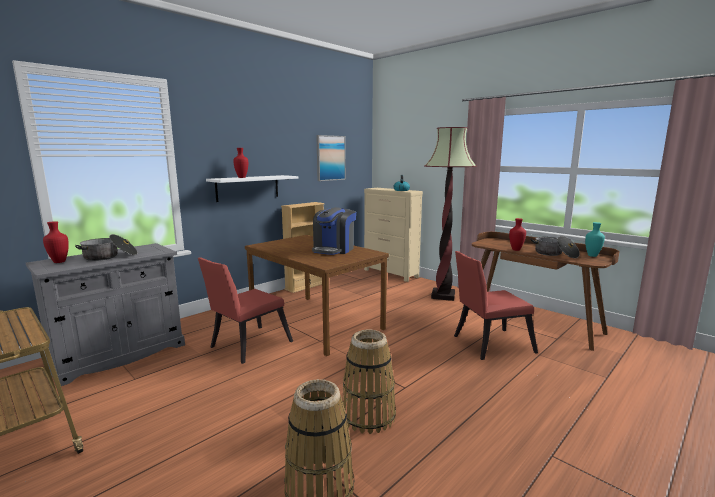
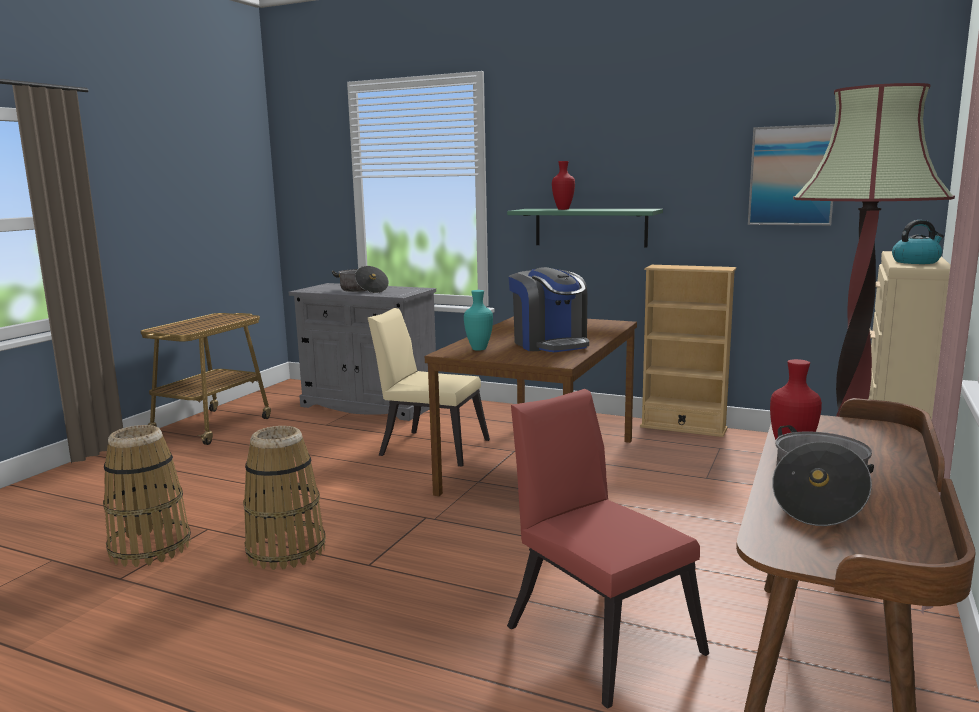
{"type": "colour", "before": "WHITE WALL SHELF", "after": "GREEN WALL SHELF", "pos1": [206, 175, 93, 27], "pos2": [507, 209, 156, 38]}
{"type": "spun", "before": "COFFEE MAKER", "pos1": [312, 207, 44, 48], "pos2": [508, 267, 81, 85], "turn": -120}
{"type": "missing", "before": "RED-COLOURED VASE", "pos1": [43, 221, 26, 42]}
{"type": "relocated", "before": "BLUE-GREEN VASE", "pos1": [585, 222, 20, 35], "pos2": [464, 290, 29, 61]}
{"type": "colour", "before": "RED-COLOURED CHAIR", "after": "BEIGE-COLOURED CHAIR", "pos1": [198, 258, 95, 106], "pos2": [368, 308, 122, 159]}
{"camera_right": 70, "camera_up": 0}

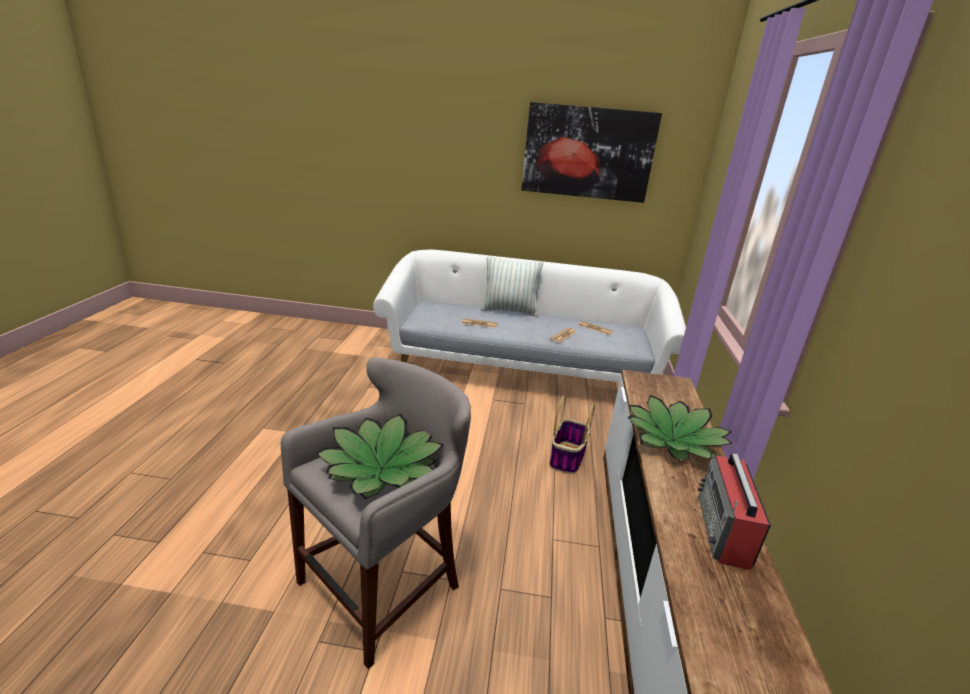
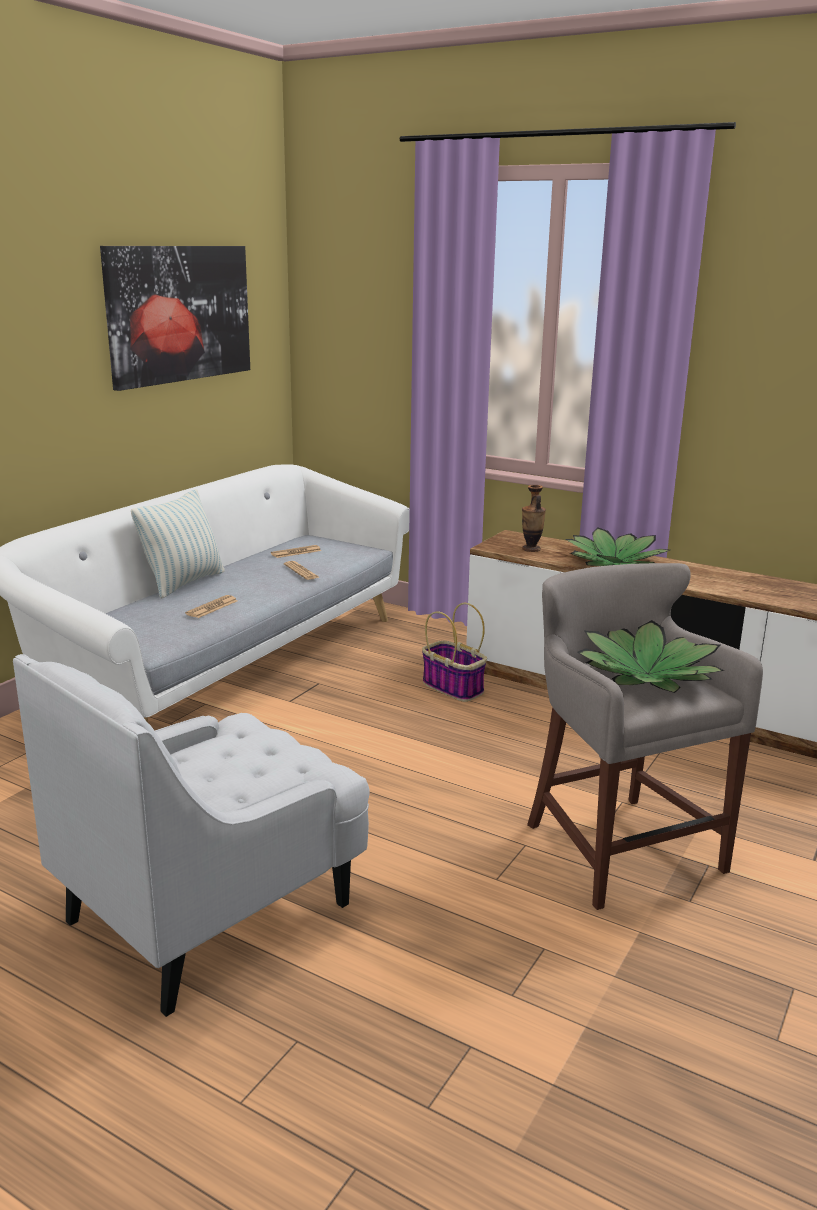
{"type": "missing", "before": "RADIO", "pos1": [698, 453, 73, 117]}
{"type": "appeared", "after": "VASE", "pos2": [522, 485, 24, 67]}
{"type": "appeared", "after": "WHITE LOUNGE CHAIR", "pos2": [13, 654, 357, 363]}
{"camera_right": -65, "camera_up": -5}

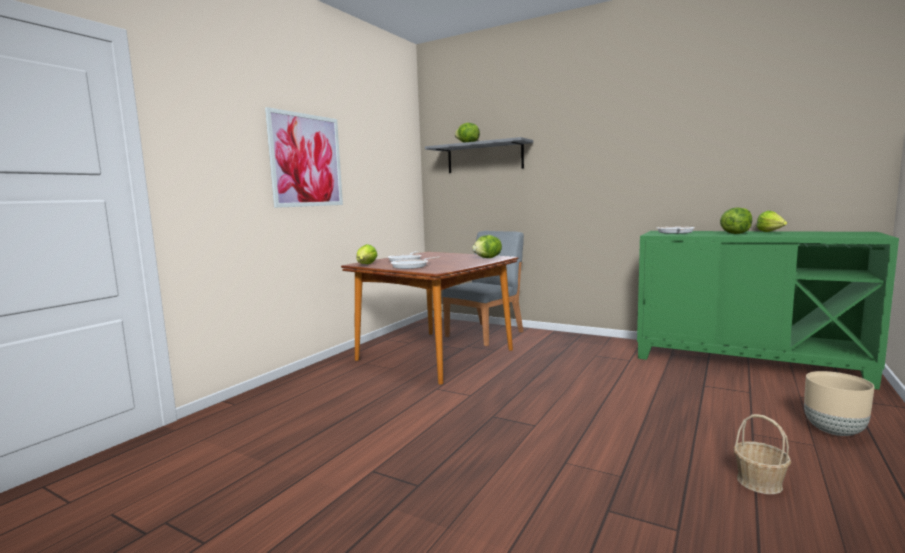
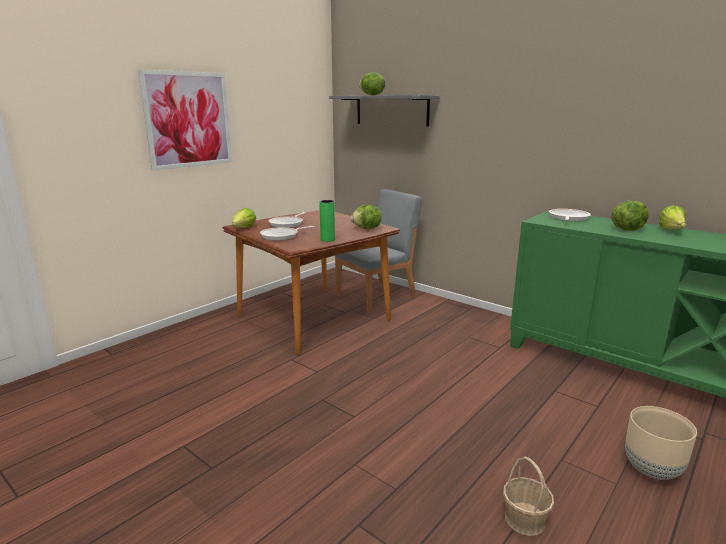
{"type": "appeared", "after": "GREEN VASE", "pos2": [319, 200, 16, 42]}
{"camera_right": 10, "camera_up": 10}

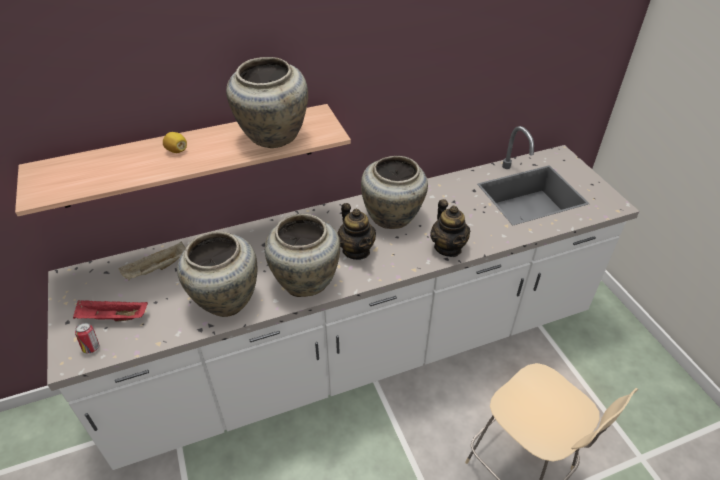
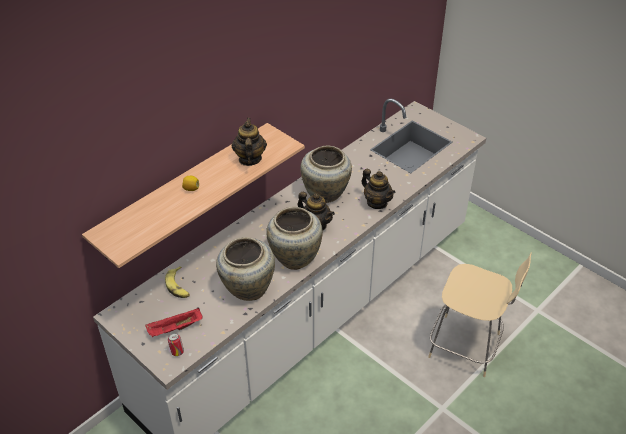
{"type": "exchanged", "before": "BEIGE-COLOURED VASE", "after": "TEA POT", "pos1": [226, 57, 82, 91], "pos2": [232, 118, 35, 48]}
{"type": "exchanged", "before": "BEIGE-COLOURED TRAY", "after": "BANANA FRUIT", "pos1": [118, 242, 68, 38], "pos2": [165, 266, 25, 32]}
{"camera_right": -25, "camera_up": 0}

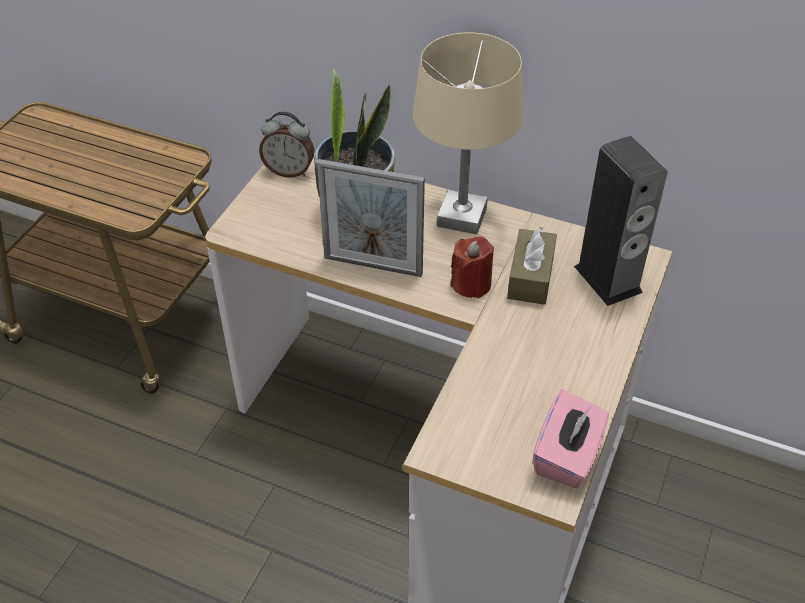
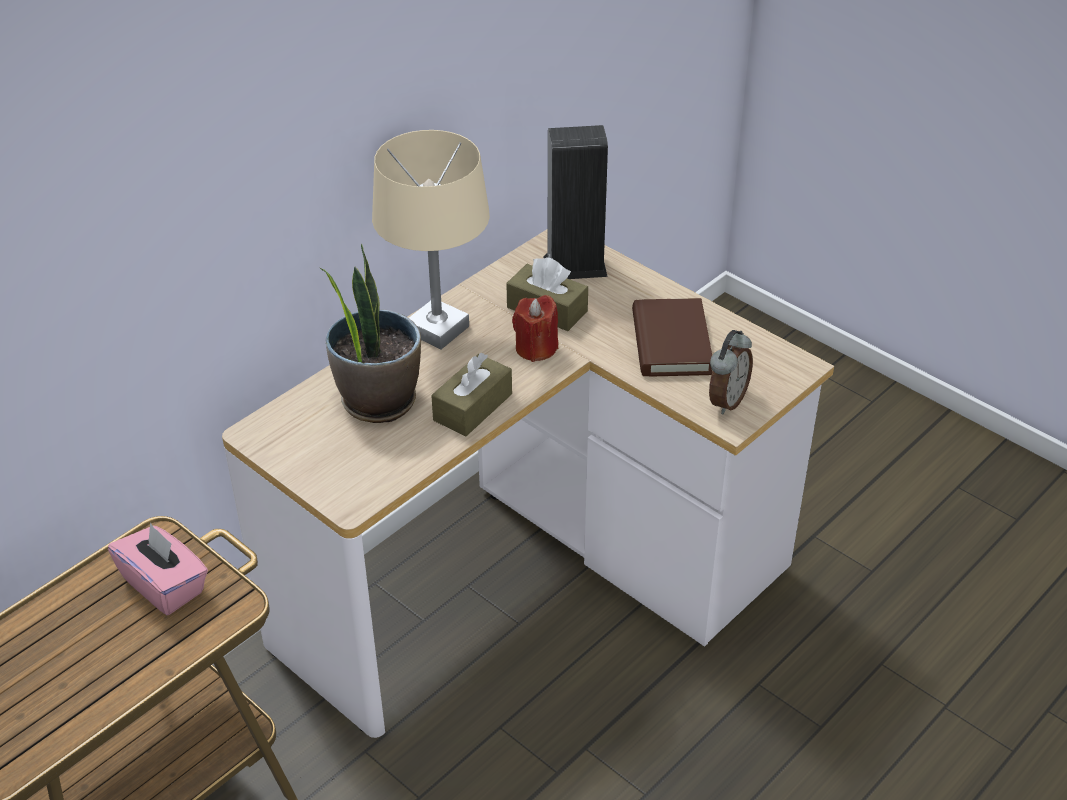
{"type": "relocated", "before": "BEDSIDE CLOCK", "pos1": [259, 112, 56, 65], "pos2": [709, 330, 44, 84]}
{"type": "exchanged", "before": "PHOTO FRAME", "after": "BROWN TISSUE HOLDER", "pos1": [317, 159, 108, 118], "pos2": [431, 353, 81, 83]}
{"type": "relocated", "before": "PINK TISSUE HOLDER", "pos1": [533, 389, 76, 99], "pos2": [108, 522, 100, 93]}
{"type": "appeared", "after": "BROWN BOOK", "pos2": [632, 298, 80, 78]}
{"camera_right": -70, "camera_up": -5}

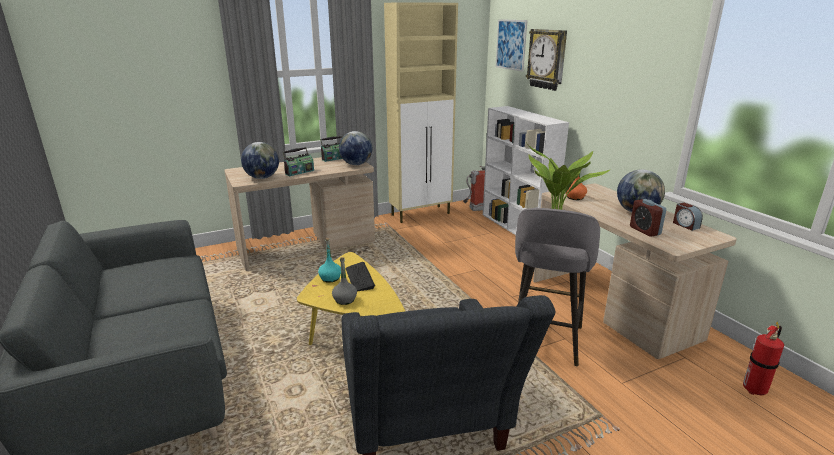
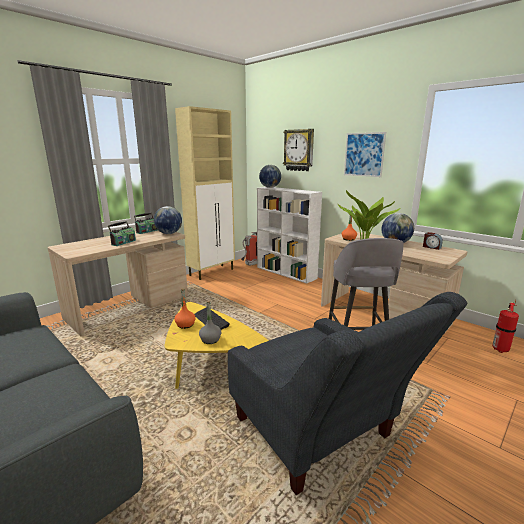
{"type": "relocated", "before": "WALL PICTURE", "pos1": [496, 19, 32, 53], "pos2": [344, 132, 42, 45]}
{"type": "relocated", "before": "DESK GLOBE", "pos1": [241, 142, 38, 37], "pos2": [259, 165, 22, 23]}
{"type": "missing", "before": "BEDSIDE CLOCK", "pos1": [630, 199, 36, 38]}
{"type": "colour", "before": "BLUE-GREEN DRINK BOTTLE", "after": "ORANGEY DRINK BOTTLE", "pos1": [318, 238, 23, 45], "pos2": [174, 288, 22, 41]}
{"camera_right": -20, "camera_up": -5}

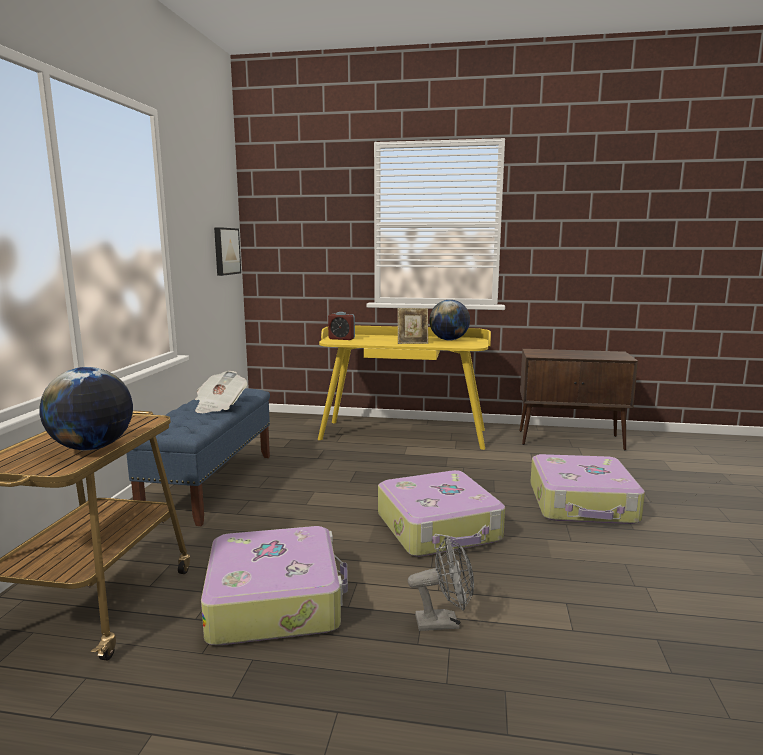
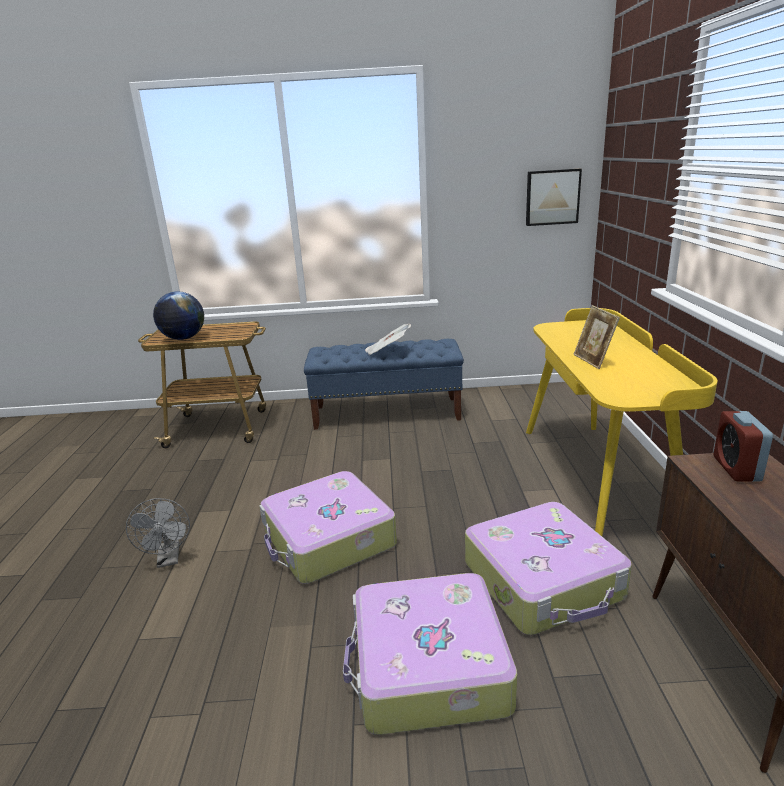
{"type": "missing", "before": "DESK GLOBE", "pos1": [429, 300, 41, 41]}
{"type": "relocated", "before": "BEDSIDE CLOCK", "pos1": [328, 312, 27, 28], "pos2": [714, 411, 59, 71]}
{"type": "relocated", "before": "TRAVEL CASE", "pos1": [201, 526, 147, 119], "pos2": [465, 502, 167, 133]}
{"camera_right": 80, "camera_up": 10}

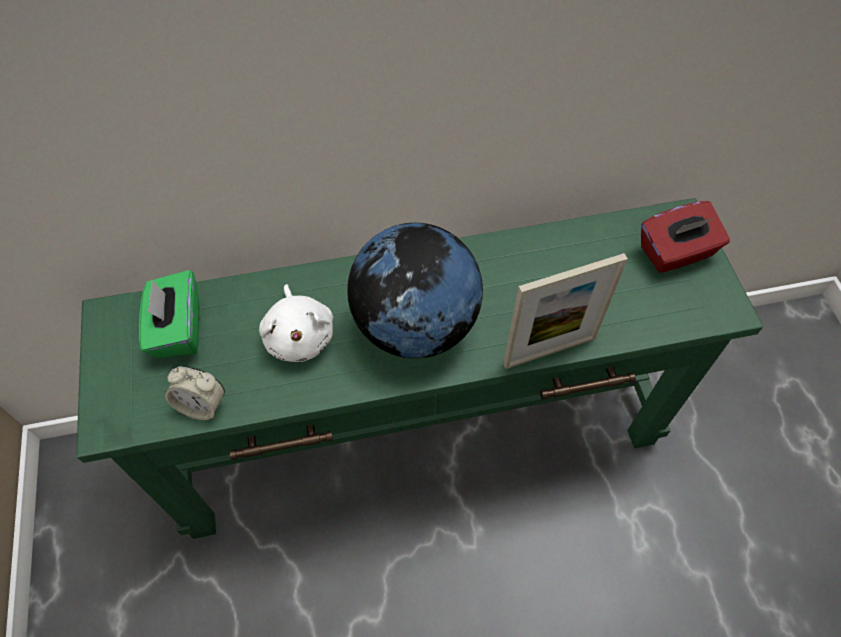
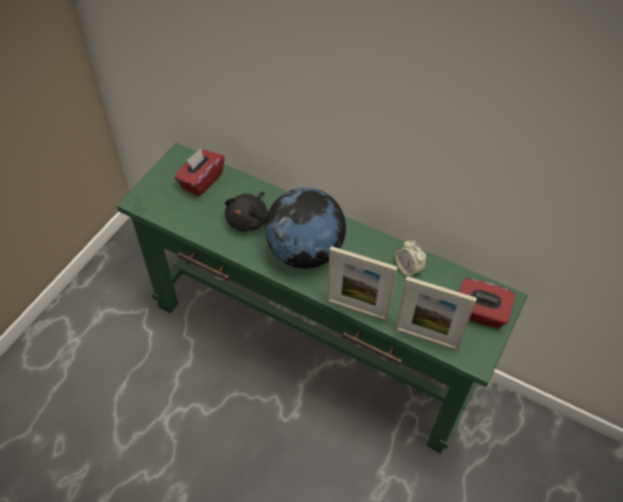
{"type": "colour", "before": "GREEN TISSUE HOLDER", "after": "RED-COLOURED TISSUE HOLDER", "pos1": [139, 270, 60, 88], "pos2": [174, 148, 51, 48]}
{"type": "colour", "before": "WHITE SOFT TOY", "after": "BLACK-COLOURED SOFT TOY", "pos1": [259, 284, 74, 78], "pos2": [225, 192, 43, 40]}
{"type": "relocated", "before": "BEDSIDE CLOCK", "pos1": [165, 366, 60, 54], "pos2": [395, 240, 32, 37]}
{"type": "appeared", "after": "PHOTO FRAME", "pos2": [395, 276, 82, 75]}
{"camera_right": 40, "camera_up": -5}

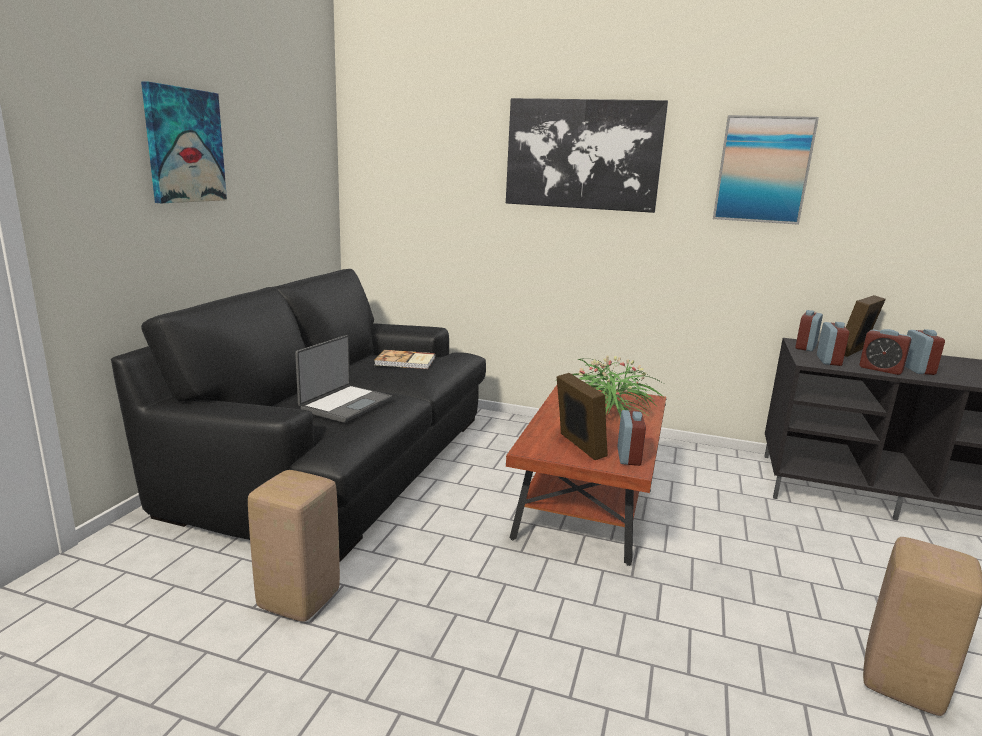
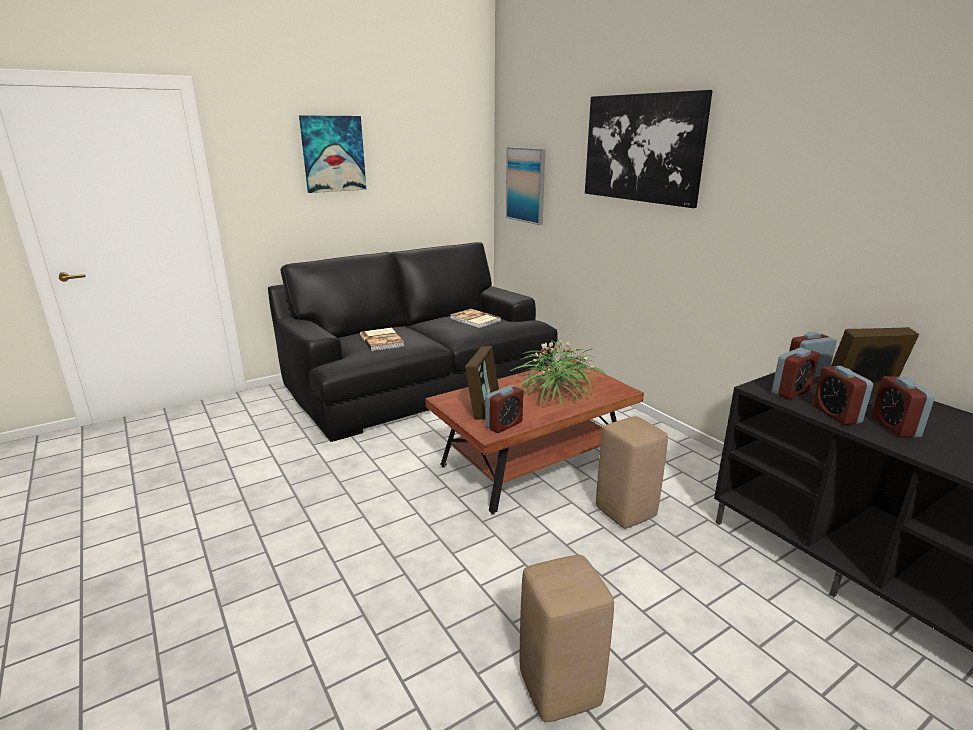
{"type": "relocated", "before": "WALL PICTURE", "pos1": [713, 115, 106, 110], "pos2": [506, 147, 39, 78]}
{"type": "spun", "before": "BEDSIDE CLOCK", "pos1": [905, 329, 40, 46], "pos2": [872, 376, 63, 62], "turn": 135}
{"type": "exchanged", "before": "NOTEBOOK COMPUTER", "after": "BOOK", "pos1": [295, 335, 97, 88], "pos2": [360, 328, 44, 23]}
{"type": "relocated", "before": "BEIGE-COLOURED SITTING STOOL", "pos1": [248, 470, 92, 152], "pos2": [596, 416, 72, 112]}
{"camera_right": 40, "camera_up": 5}

